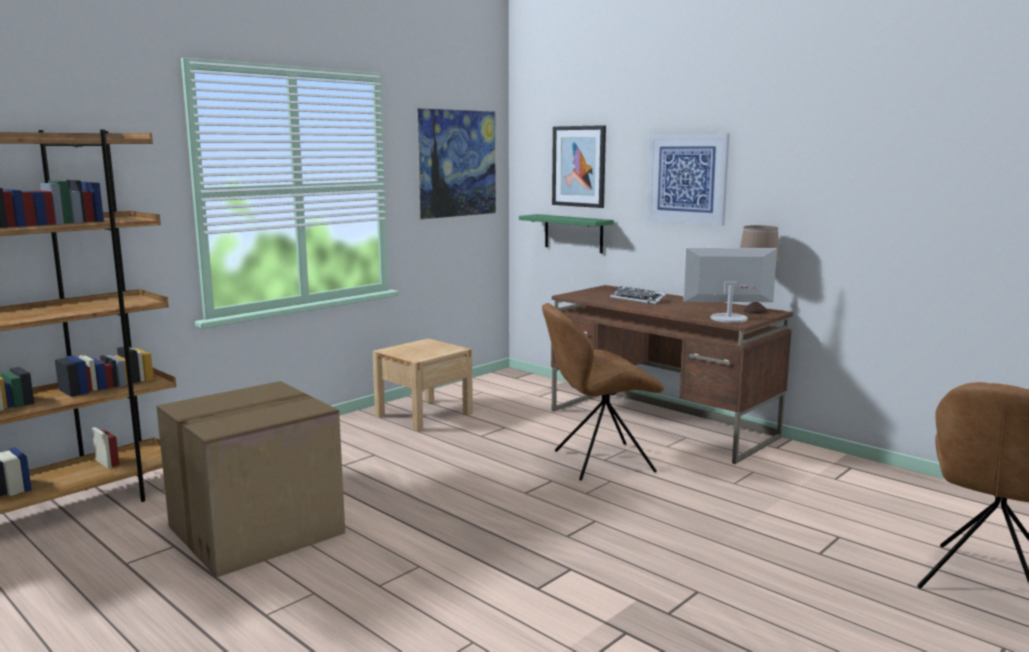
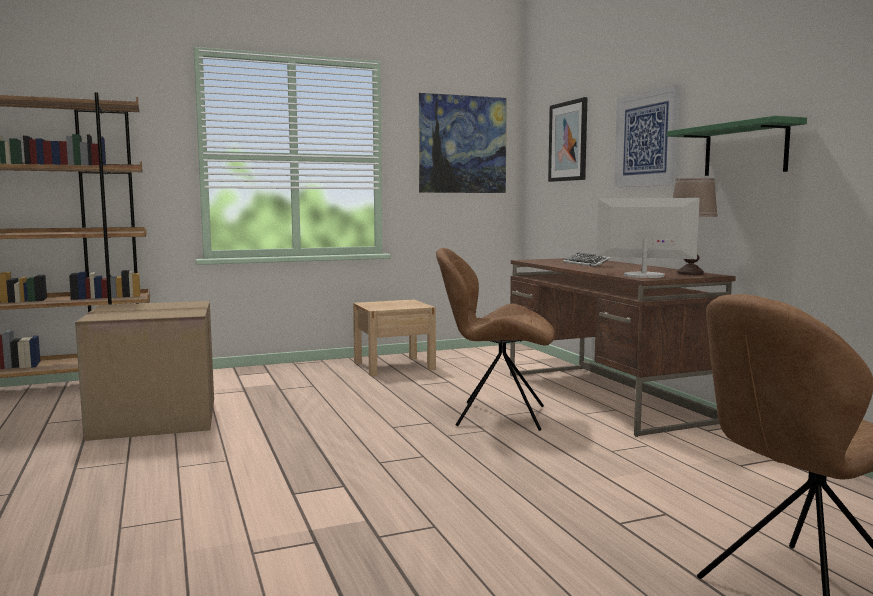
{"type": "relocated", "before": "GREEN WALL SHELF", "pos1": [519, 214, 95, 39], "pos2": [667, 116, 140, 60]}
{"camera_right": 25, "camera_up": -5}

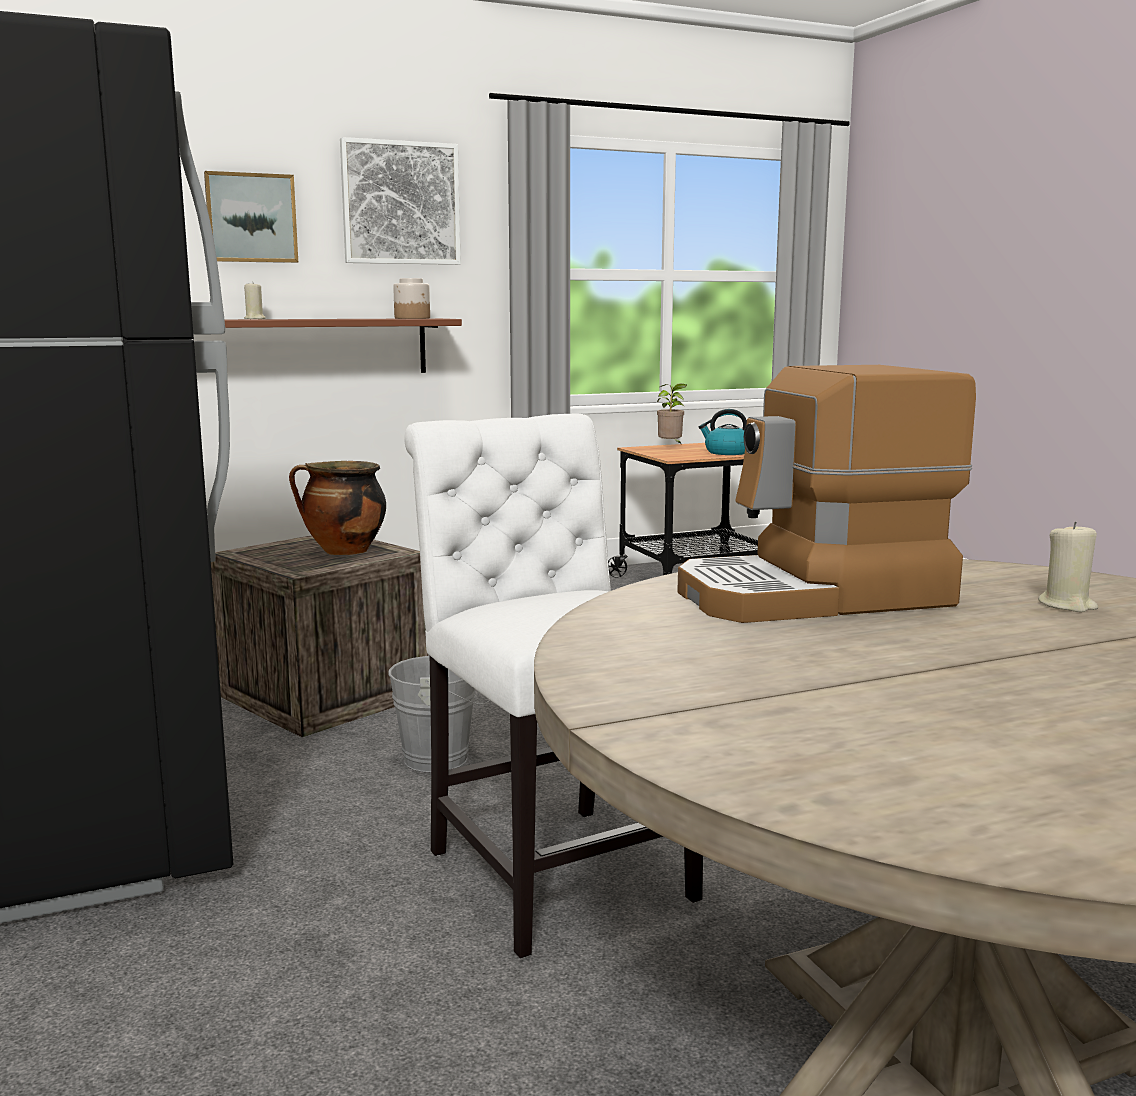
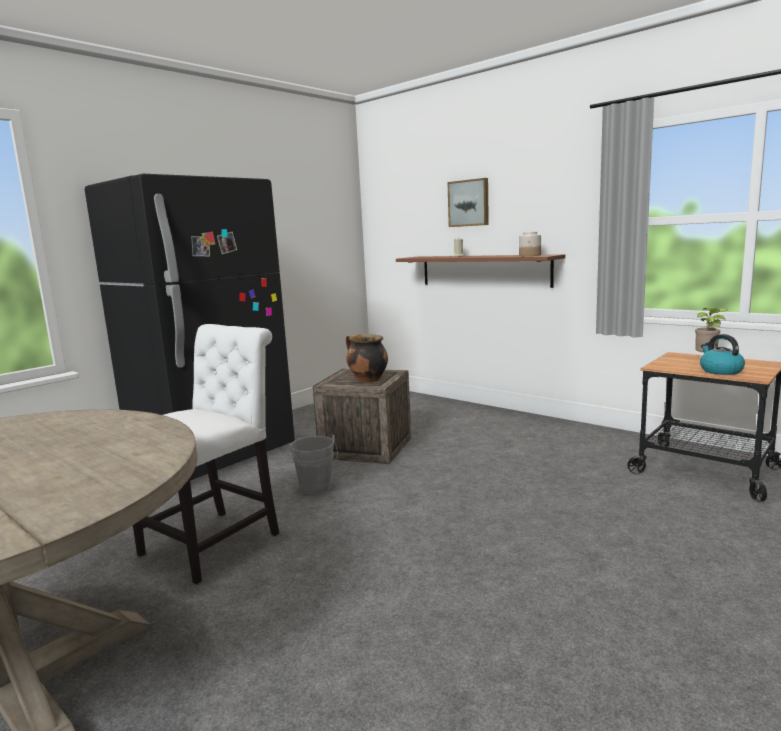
{"type": "missing", "before": "WALL PICTURE", "pos1": [340, 137, 121, 128]}
{"type": "missing", "before": "COFFEE MAKER", "pos1": [677, 365, 299, 258]}
{"type": "missing", "before": "BEIGE-COLOURED WAX CANDLE", "pos1": [1038, 521, 60, 91]}
{"camera_right": 65, "camera_up": 0}

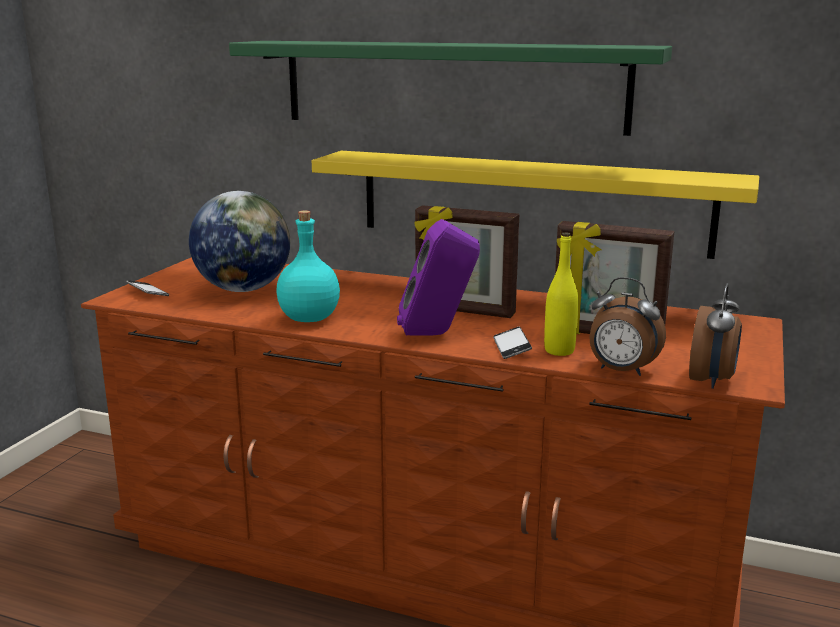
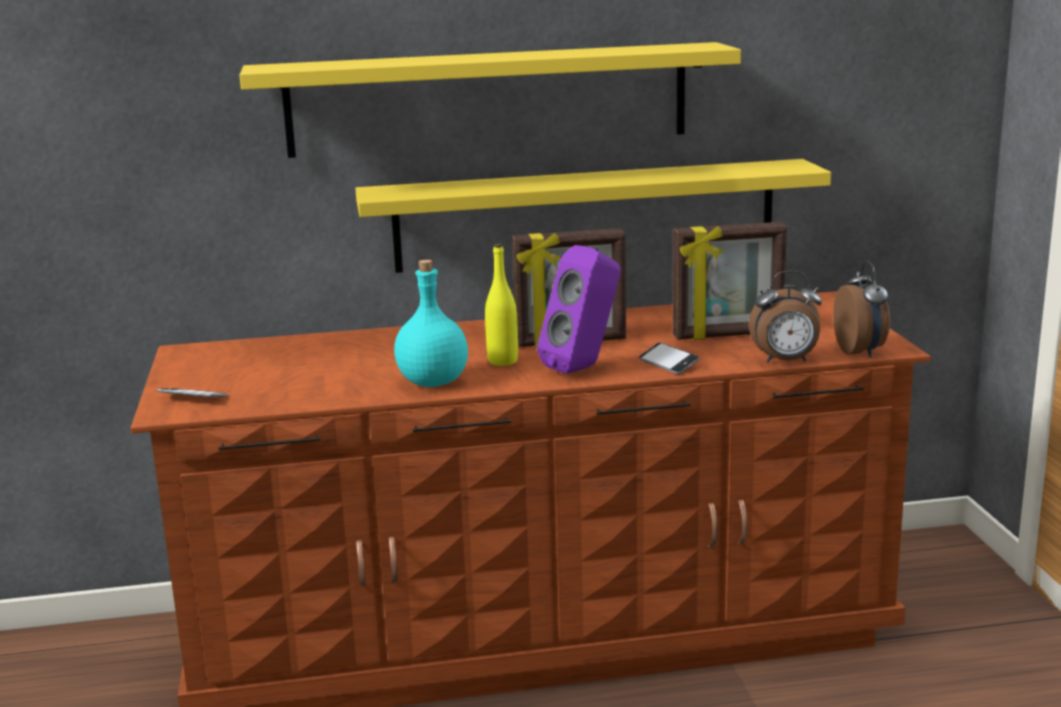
{"type": "colour", "before": "GREEN WALL SHELF", "after": "YELLOW-COLOURED WALL SHELF", "pos1": [229, 41, 443, 95], "pos2": [240, 42, 501, 116]}
{"type": "missing", "before": "DESK GLOBE", "pos1": [189, 191, 101, 101]}
{"type": "relocated", "before": "YELLOW-COLOURED DRINK BOTTLE", "pos1": [544, 233, 34, 123], "pos2": [485, 244, 33, 122]}
{"camera_right": -30, "camera_up": 0}

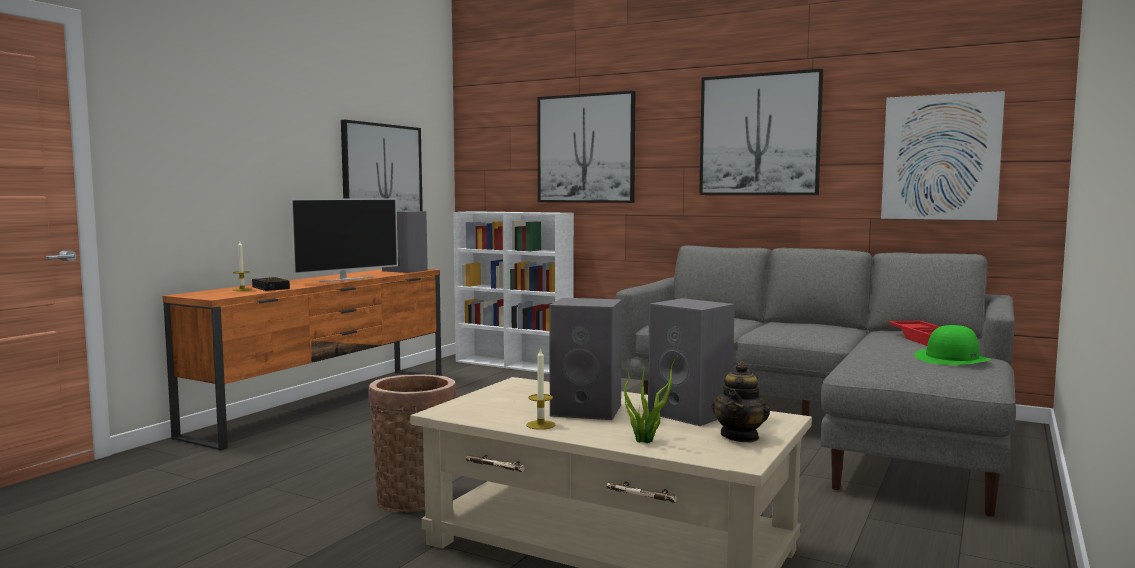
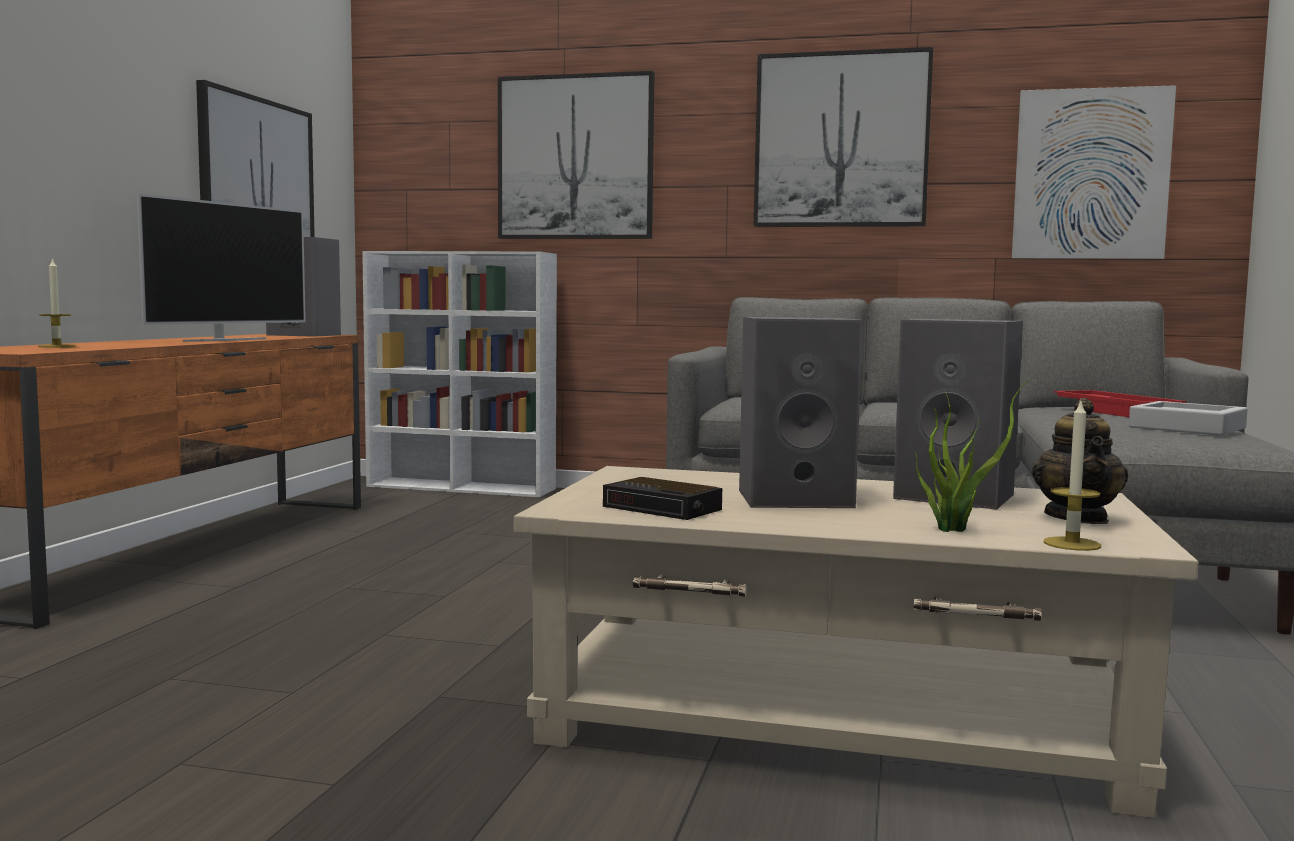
{"type": "relocated", "before": "BEDSIDE CLOCK", "pos1": [252, 277, 38, 14], "pos2": [603, 477, 119, 43]}
{"type": "exchanged", "before": "GREEN CLOTHING HAT", "after": "GRAY TRAY", "pos1": [915, 325, 77, 40], "pos2": [1129, 401, 119, 34]}
{"type": "relocated", "before": "WAX CANDLE", "pos1": [526, 348, 29, 82], "pos2": [1044, 401, 57, 150]}
{"type": "missing", "before": "HOUSEHOLD BASKET", "pos1": [368, 374, 88, 139]}
{"camera_right": -15, "camera_up": 0}

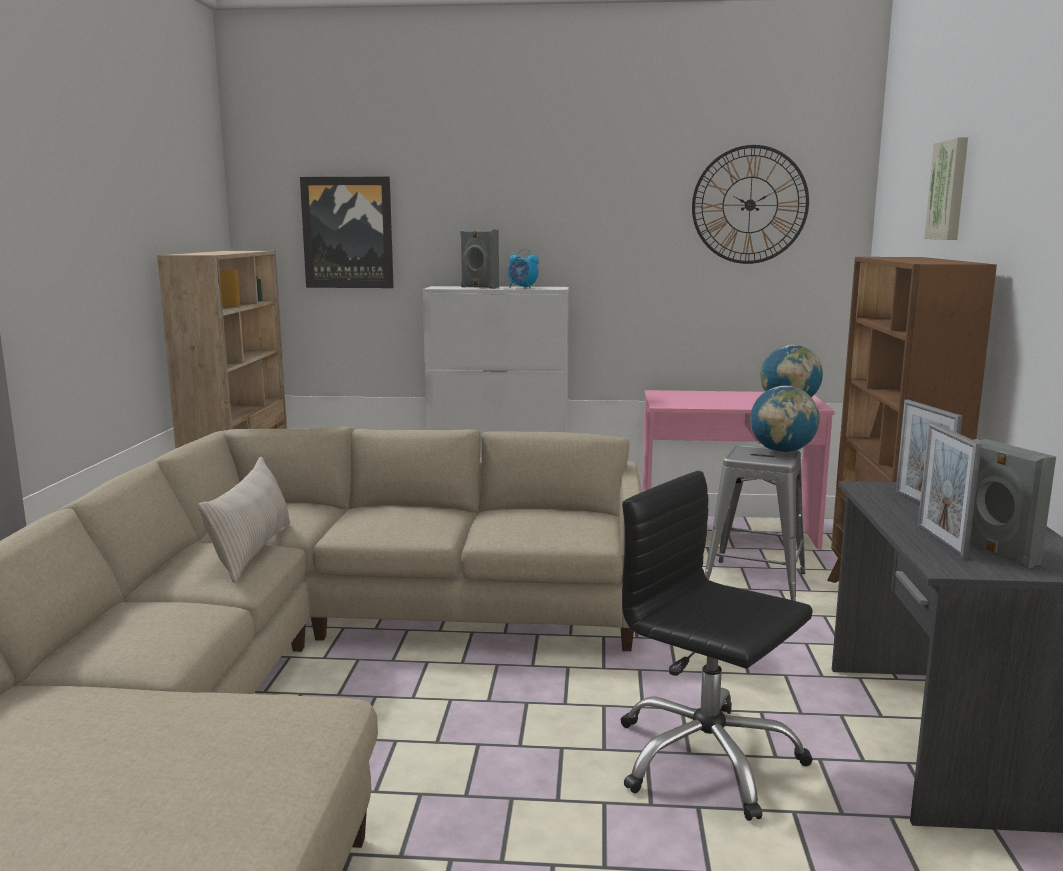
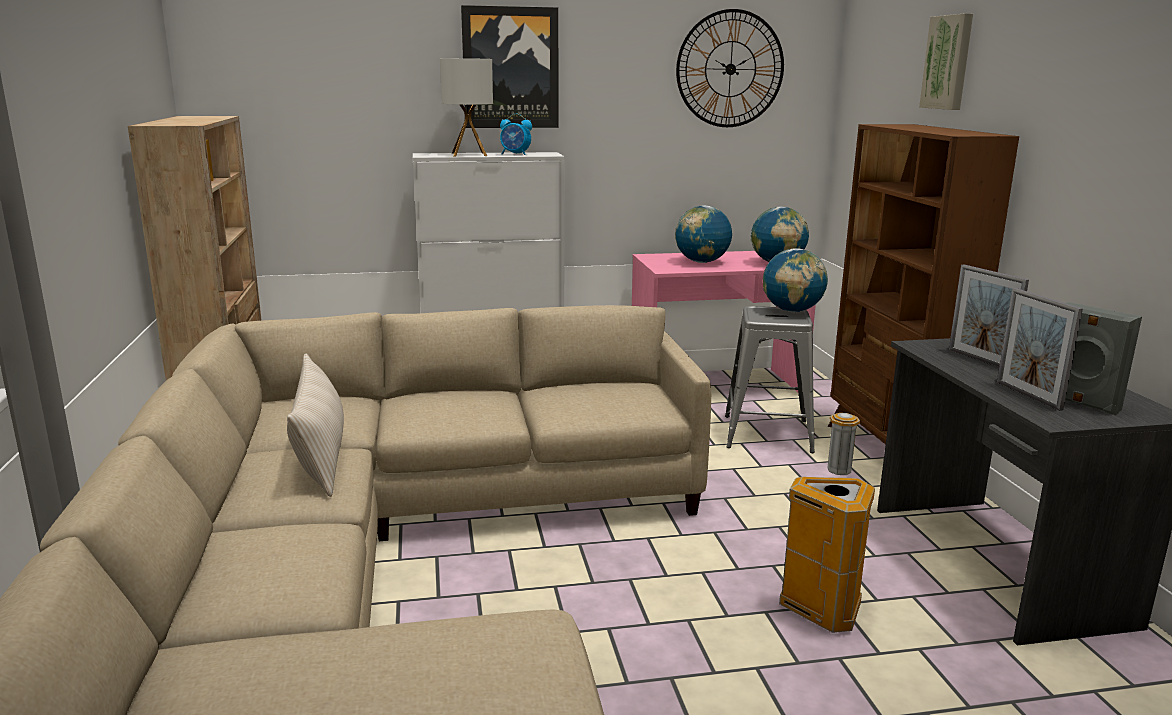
{"type": "relocated", "before": "WALL PICTURE", "pos1": [300, 177, 94, 111], "pos2": [461, 5, 97, 123]}
{"type": "exchanged", "before": "GRAY AUDIO SPEAKER", "after": "TABLE LAMP", "pos1": [460, 229, 39, 60], "pos2": [440, 58, 53, 98]}
{"type": "exchanged", "before": "BLACK-COLOURED OFFICE CHAIR", "after": "WASTE BIN", "pos1": [621, 471, 192, 350], "pos2": [779, 413, 96, 220]}
{"type": "appeared", "after": "DESK GLOBE", "pos2": [675, 205, 57, 58]}
{"camera_right": -15, "camera_up": 5}

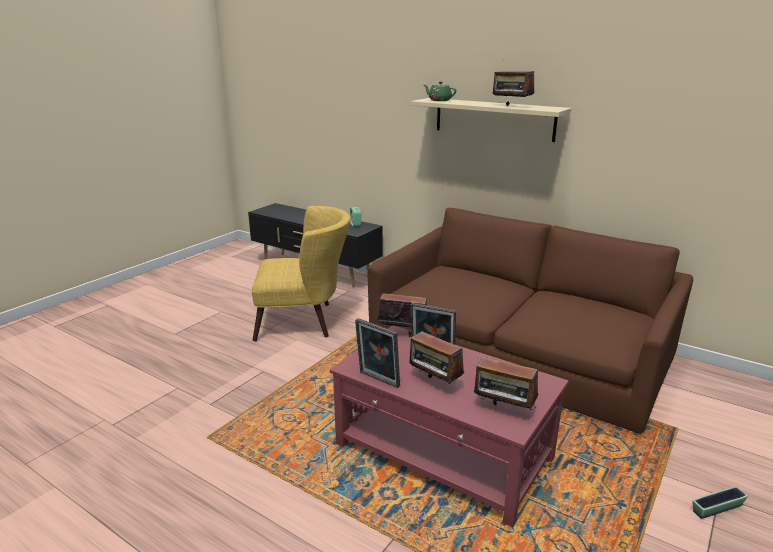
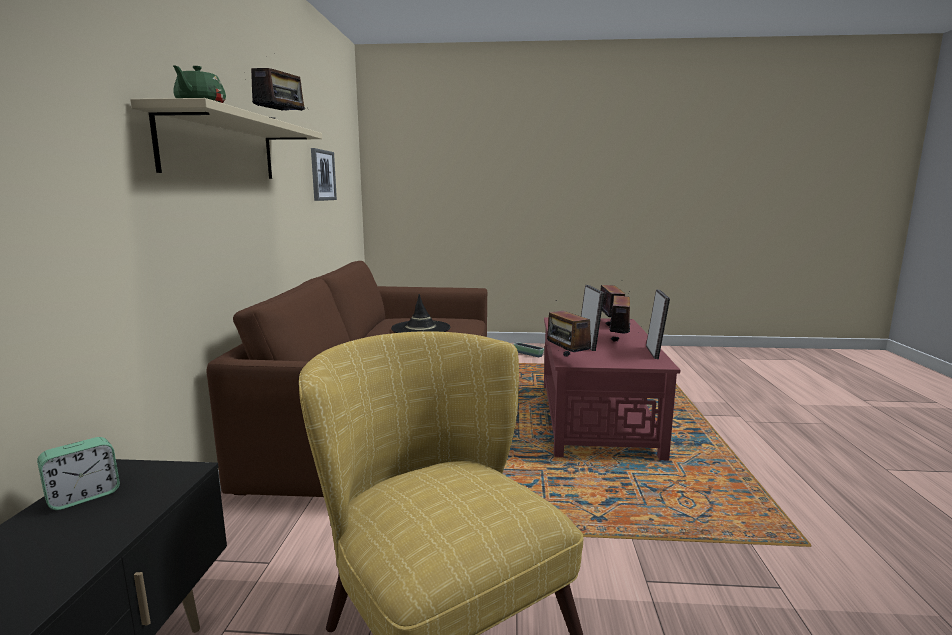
{"type": "appeared", "after": "WALL PICTURE", "pos2": [311, 148, 26, 53]}
{"type": "appeared", "after": "BLACK-COLOURED CLOTHING HAT", "pos2": [391, 294, 60, 39]}
{"camera_right": -120, "camera_up": -10}

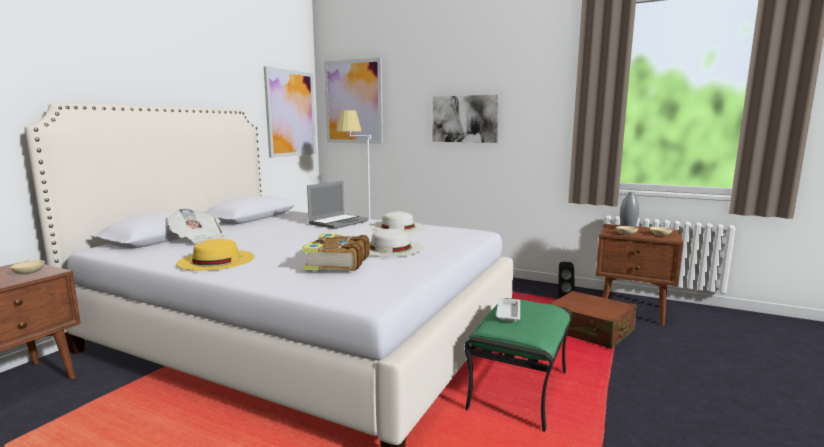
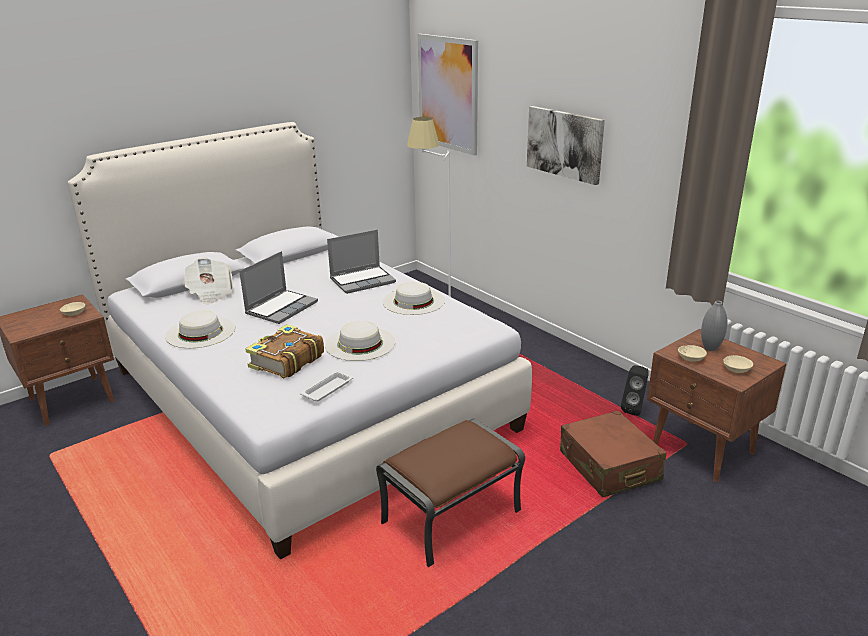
{"type": "missing", "before": "WALL PICTURE", "pos1": [264, 66, 52, 92]}
{"type": "colour", "before": "YELLOW-COLOURED CLOTHING HAT", "after": "WHITE CLOTHING HAT", "pos1": [176, 239, 78, 32], "pos2": [165, 311, 70, 37]}
{"type": "colour", "before": "GREEN POUFFE", "after": "BROWN POUFFE", "pos1": [465, 298, 107, 134], "pos2": [376, 419, 149, 148]}
{"type": "relocated", "before": "WHITE TRAY", "pos1": [496, 298, 24, 24], "pos2": [300, 370, 54, 32]}
{"type": "appeared", "after": "NOTEBOOK COMPUTER", "pos2": [239, 251, 79, 73]}
{"camera_right": 25, "camera_up": 15}

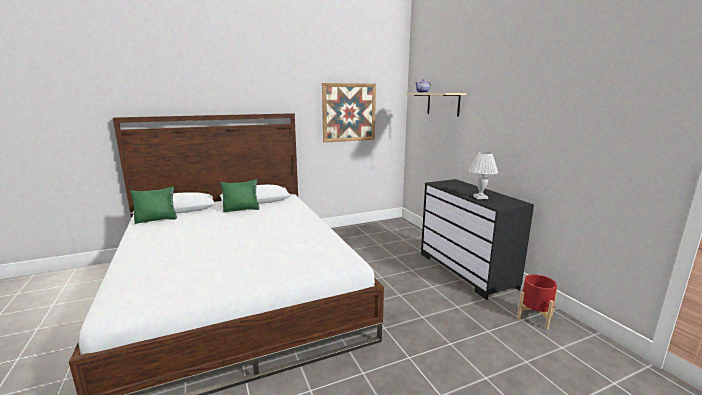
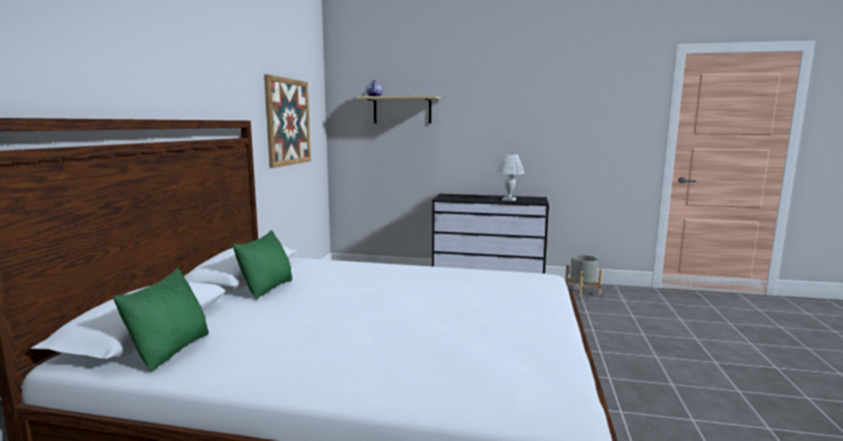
{"type": "colour", "before": "RED-COLOURED FLOWER POT", "after": "GRAY FLOWER POT", "pos1": [517, 274, 40, 55], "pos2": [565, 255, 37, 43]}
{"camera_right": -55, "camera_up": -5}

